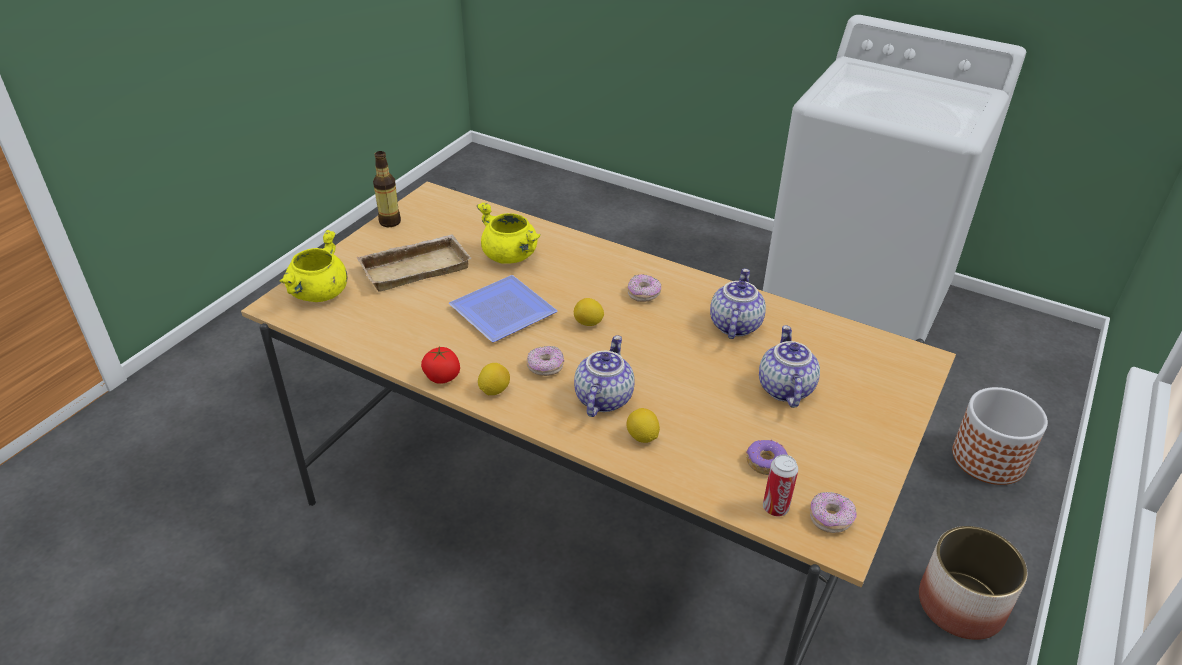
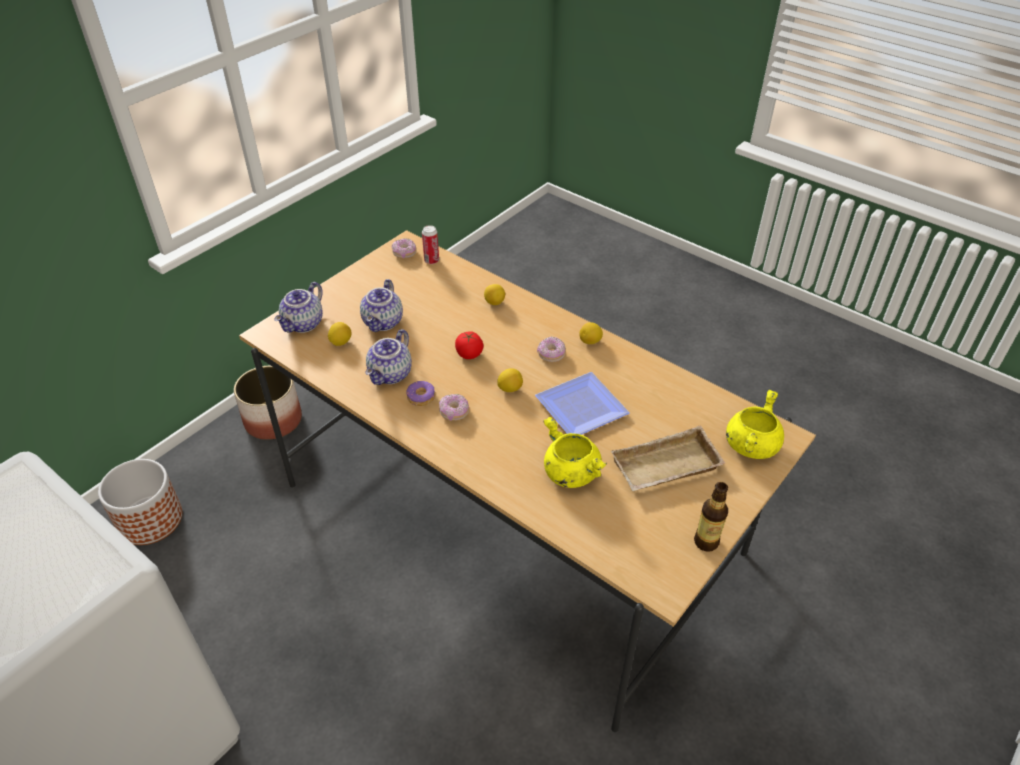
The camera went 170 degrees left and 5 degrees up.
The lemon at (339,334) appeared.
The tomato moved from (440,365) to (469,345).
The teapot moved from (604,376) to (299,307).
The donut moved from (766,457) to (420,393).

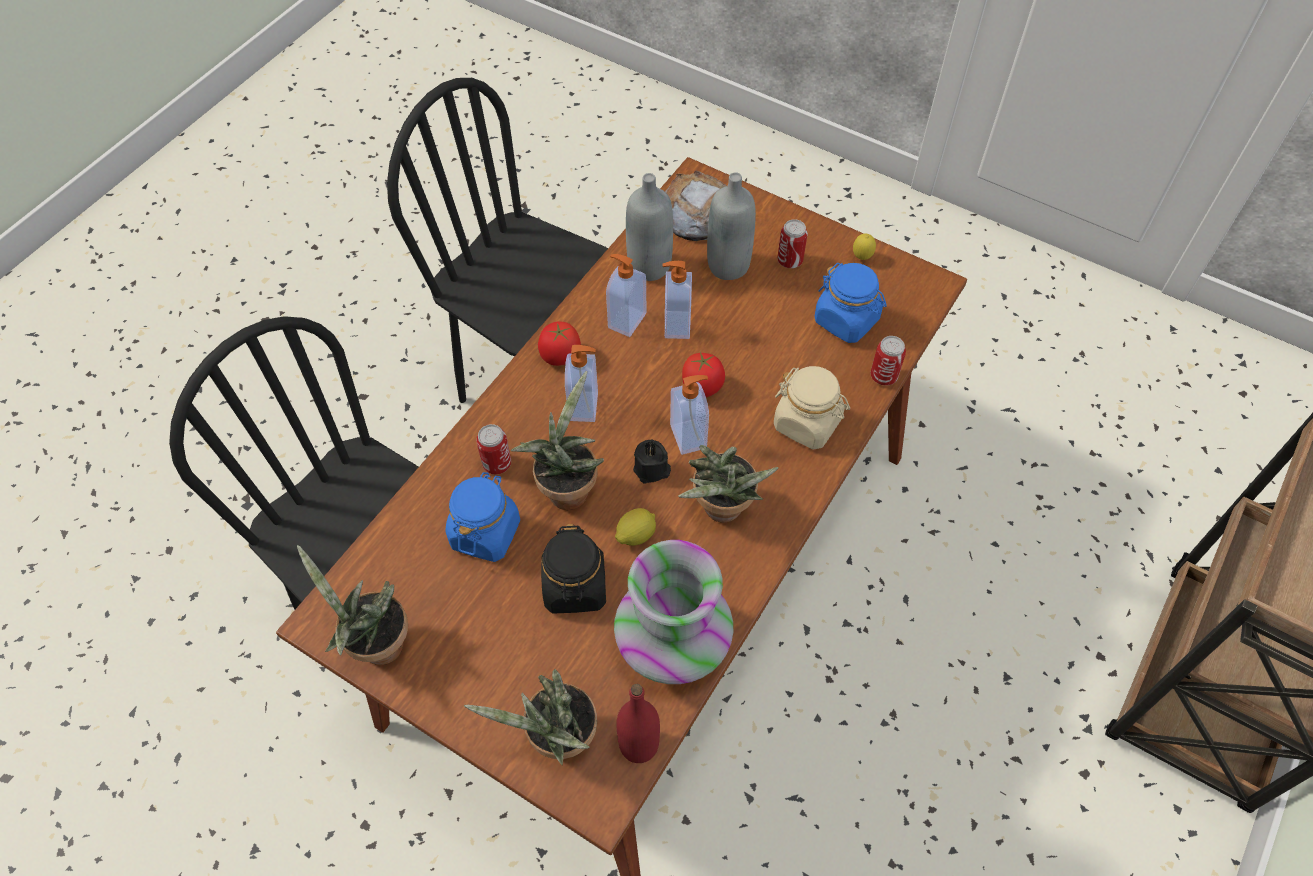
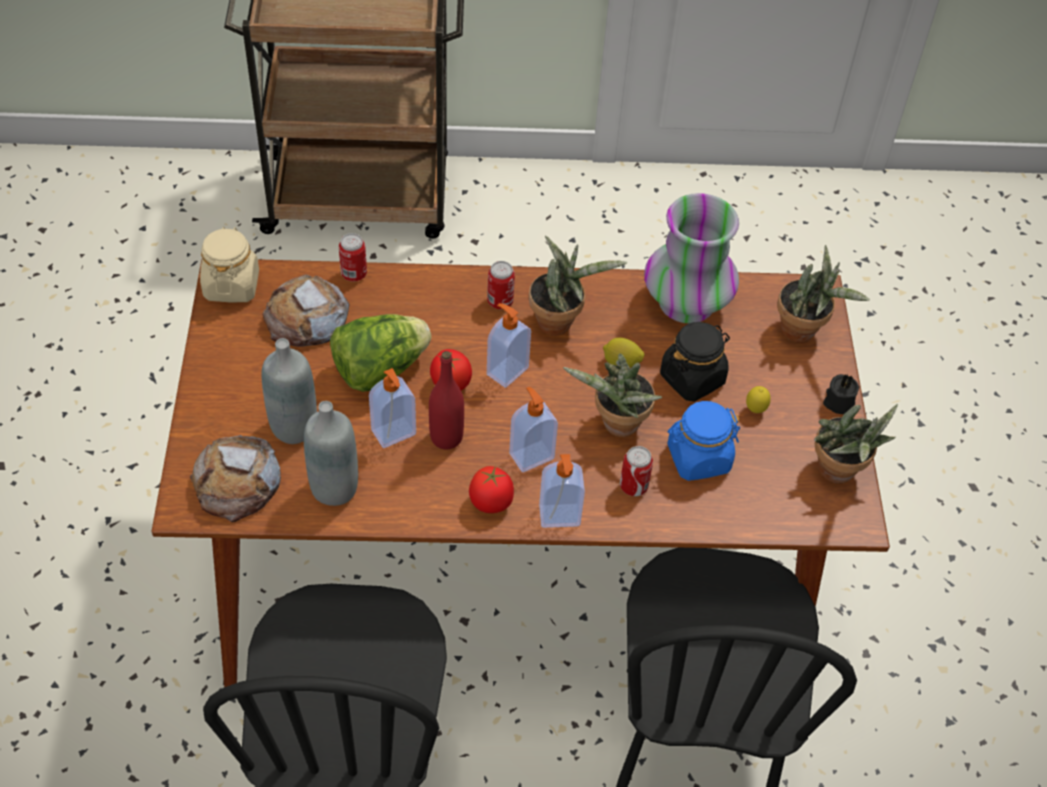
The camera went 125 degrees left and 5 degrees down.
The lettuce at (380,353) appeared.
The soap dispenser moved from (626,295) to (562,491).
The red bottle moved from (638,723) to (446,400).
The black candle moved from (652,461) to (841,394).
The beige jar moved from (812,408) to (229,264).
The can moved from (792,243) to (501,285).
The lemon moved from (864,247) to (758,399).
The blue jar at (851,303) was replaced by the bread at (306,310).

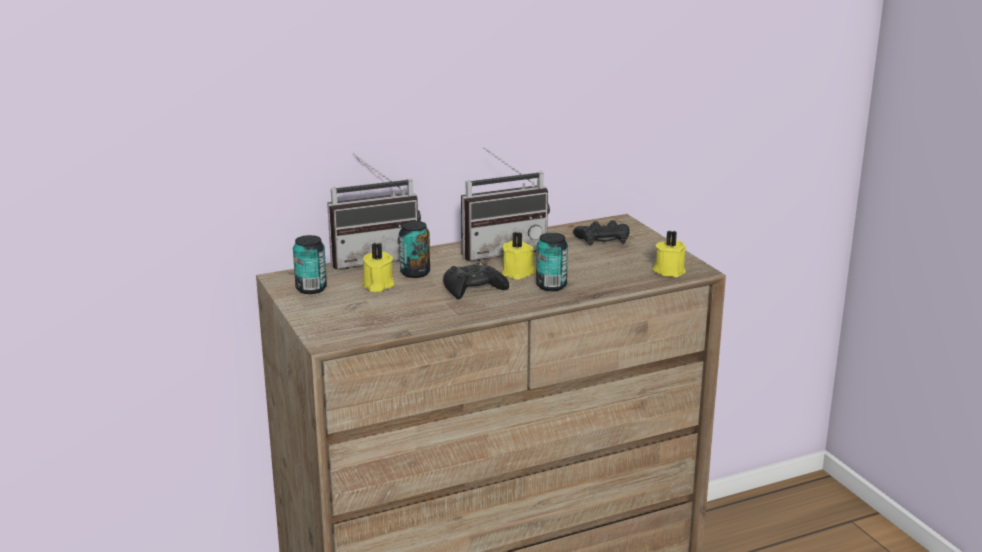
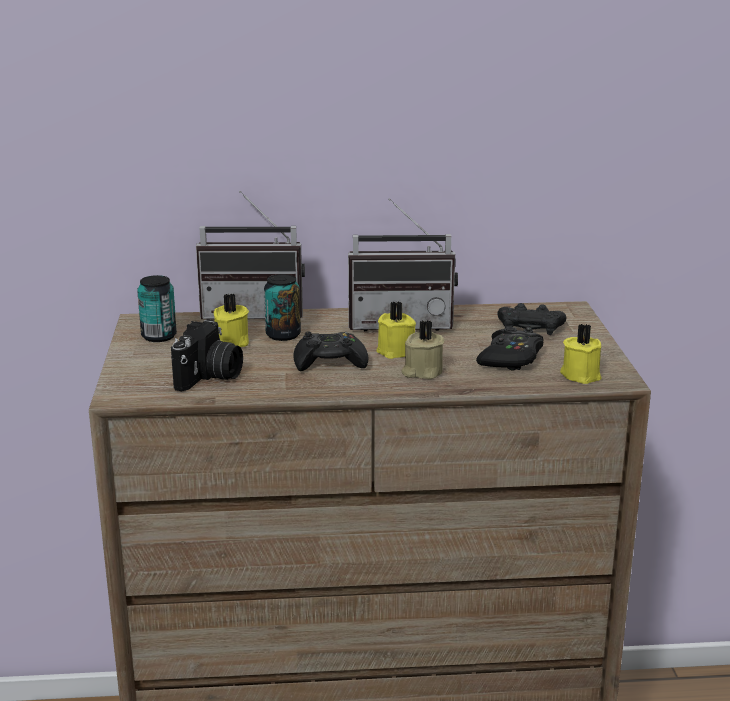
The camera went 20 degrees right and 0 degrees up.
The photo camera at (207,355) appeared.
The black game controller at (510,348) appeared.
The can at (552,262) was replaced by the beige candle at (422,349).

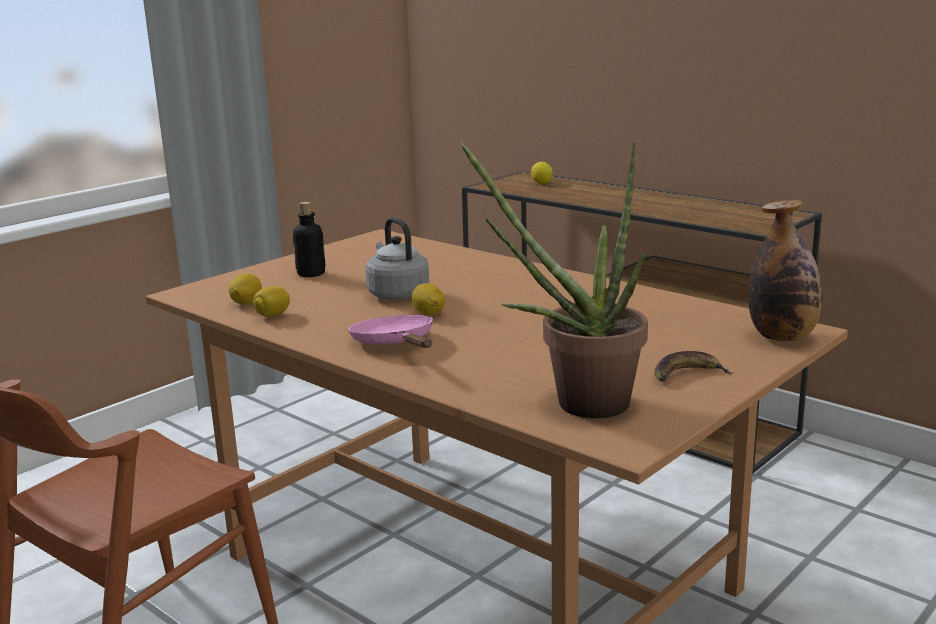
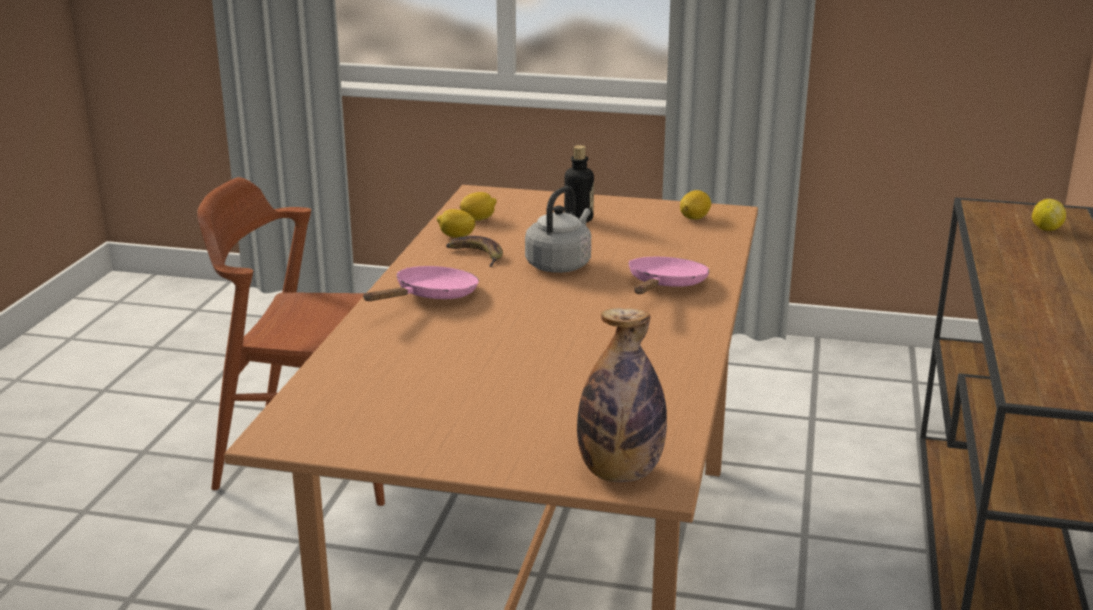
The camera went 60 degrees right and 5 degrees up.
The potted plant at (554,280) disappeared.
The pink frying pan at (669,275) appeared.
The lemon moved from (428,299) to (695,205).
The banana moved from (693,366) to (474,251).

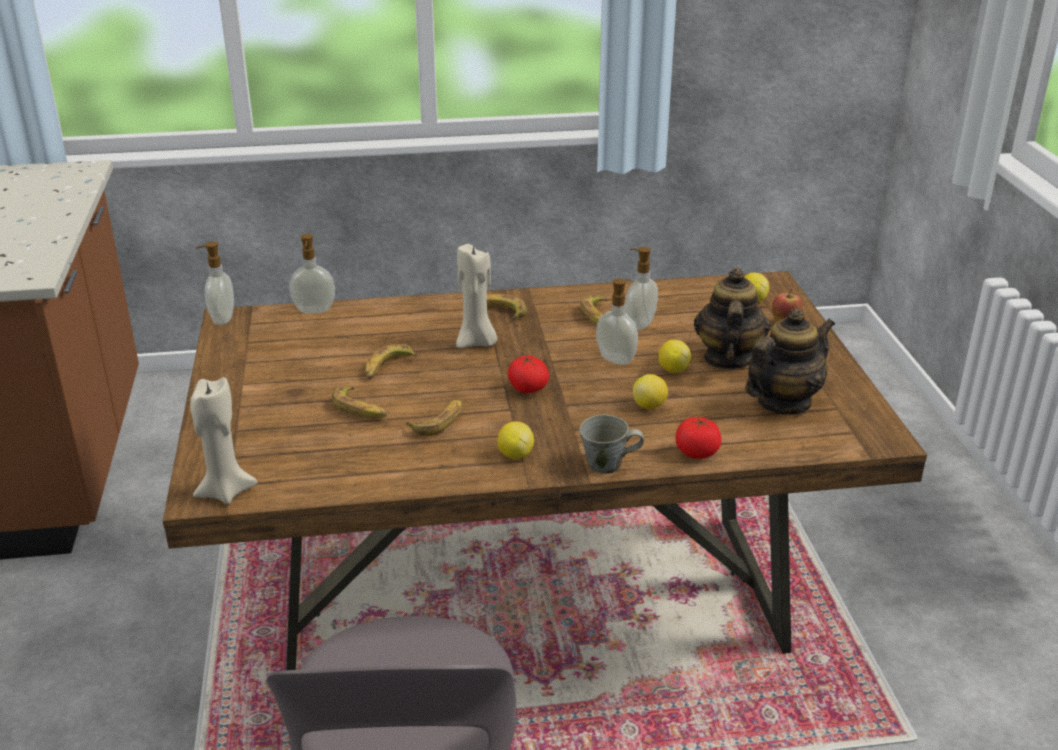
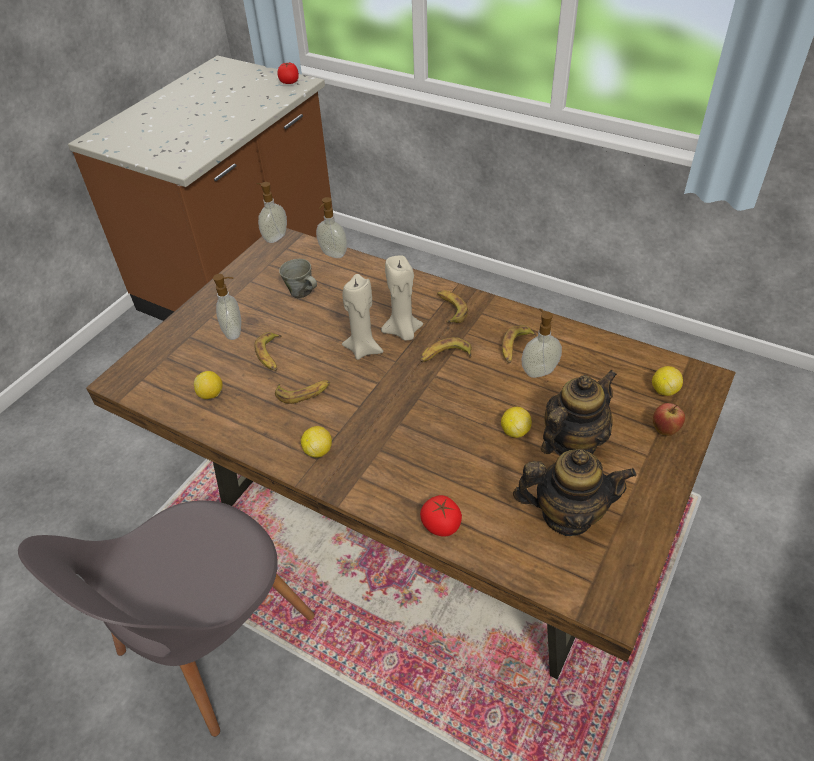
The camera went 40 degrees right and 15 degrees up.
The beige candle moved from (223,440) to (362,317).
The banana moved from (391,361) to (446,349).
The tomato moved from (528,374) to (288,73).
The grey mug moved from (611,444) to (298,279).
The soap dispenser moved from (617,321) to (227,307).
The lemon moved from (650,391) to (208,385).

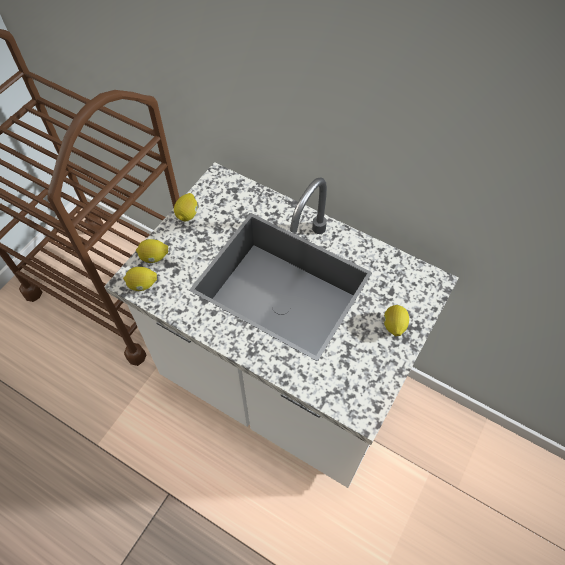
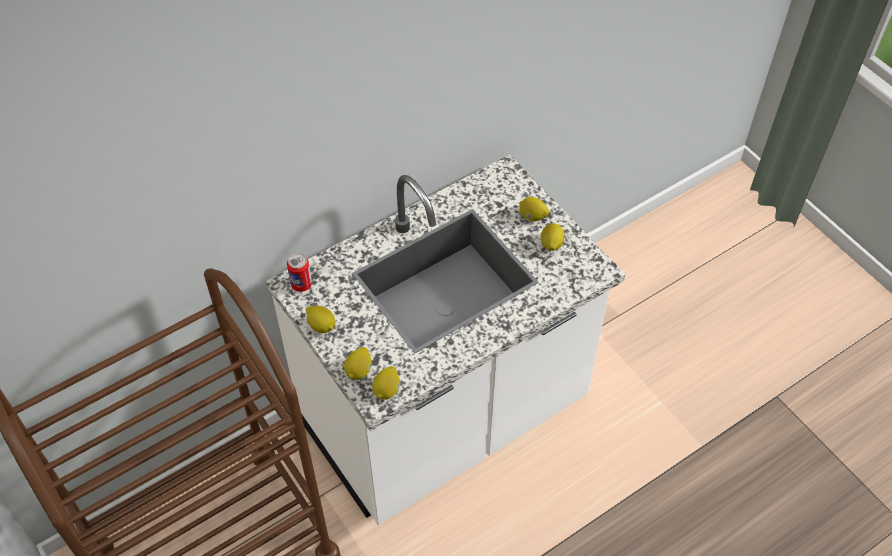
The camera went 65 degrees left and 5 degrees down.
The can at (299,272) appeared.
The lemon at (552,237) appeared.

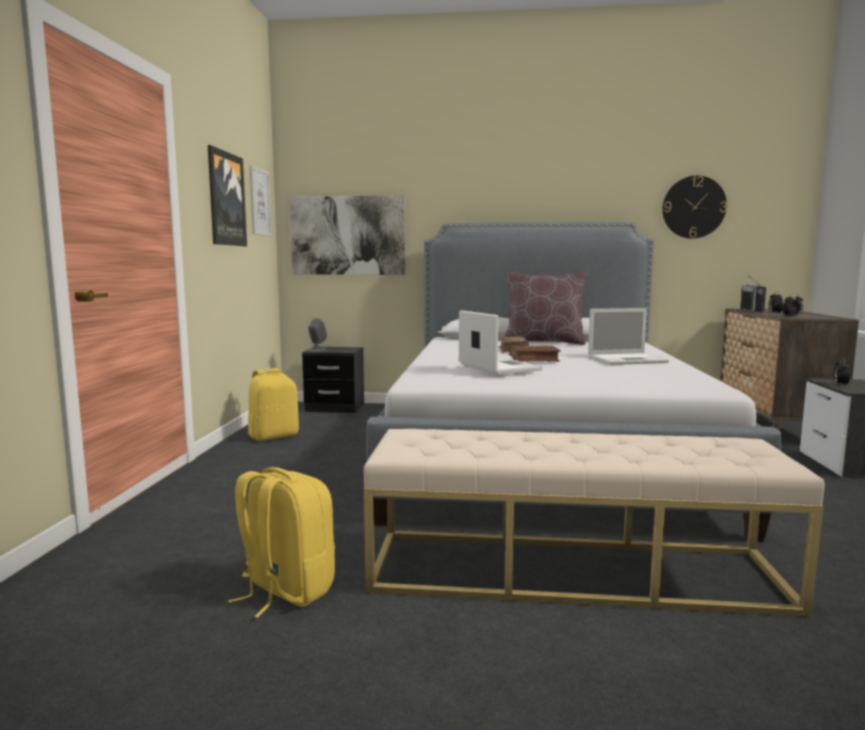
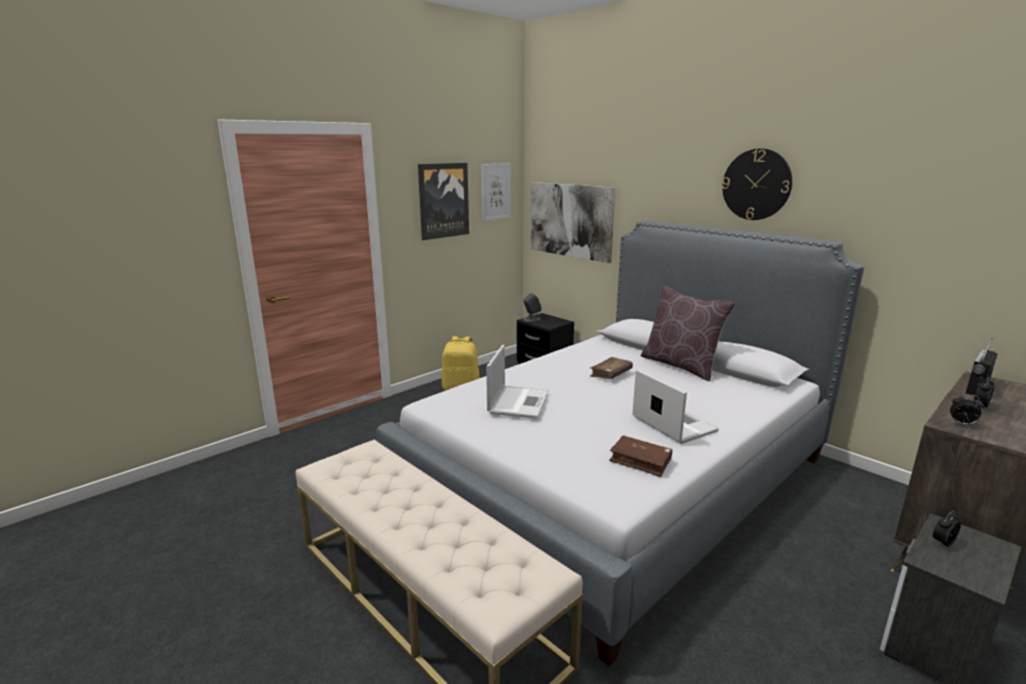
The camera went 40 degrees right and 10 degrees up.
The yellow backpack at (281,542) disappeared.
The brown book moved from (535,353) to (641,456).
The wall clock moved from (694,207) to (757,184).
The laptop at (628,336) turned 150 degrees counterclockwise.

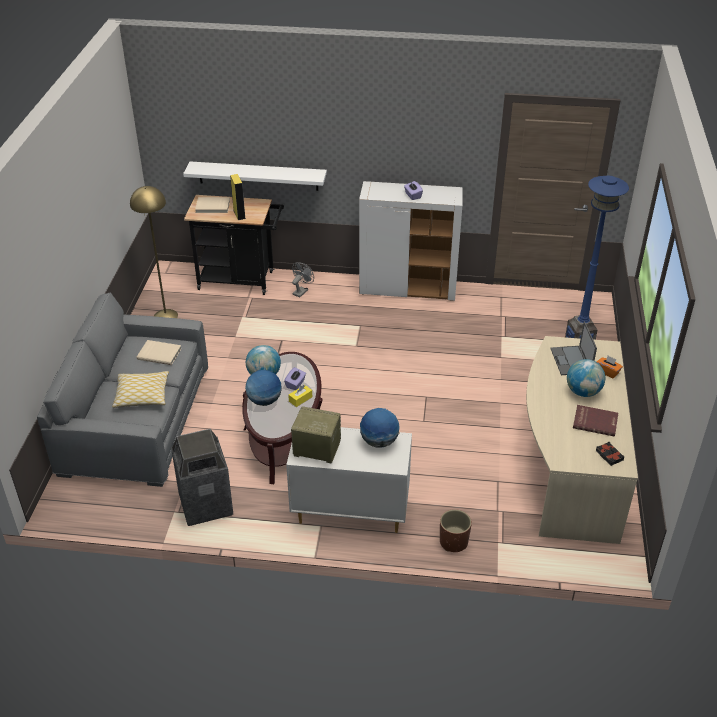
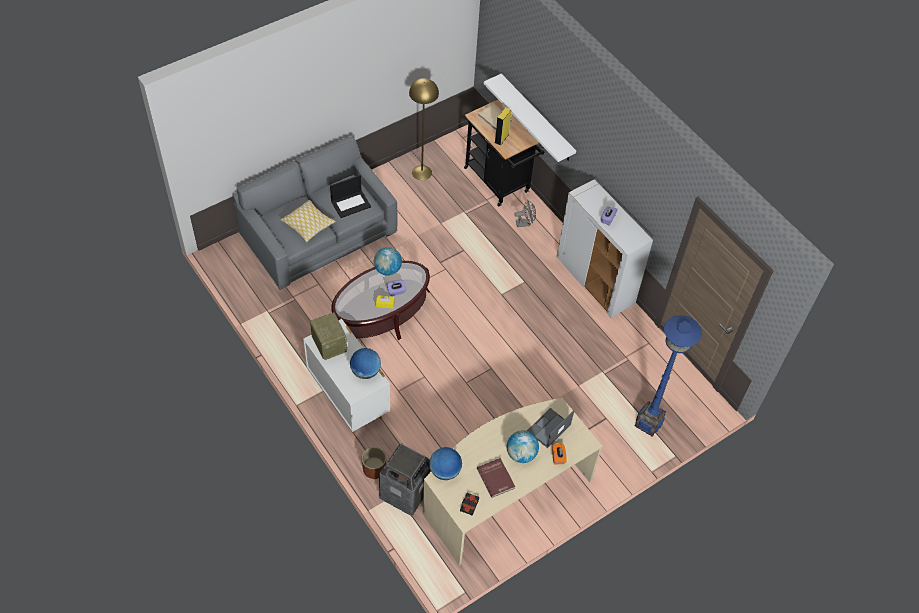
The camera went 45 degrees right and 15 degrees up.
The trash can moved from (202,477) to (405,479).
The globe moved from (263,388) to (445,463).
The beige book at (159,352) was replaced by the laptop at (350,196).

